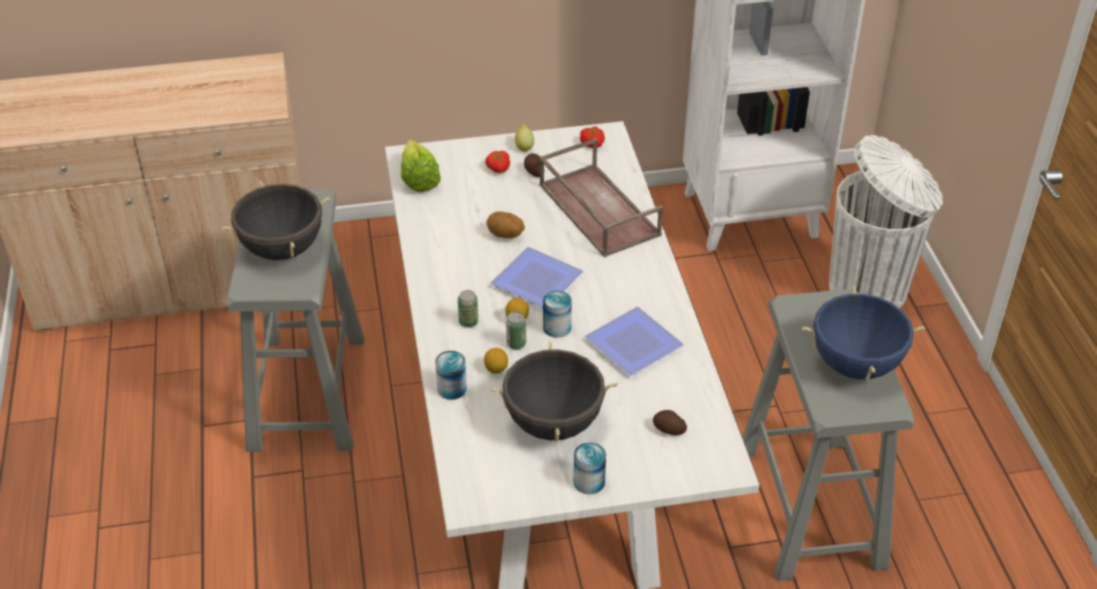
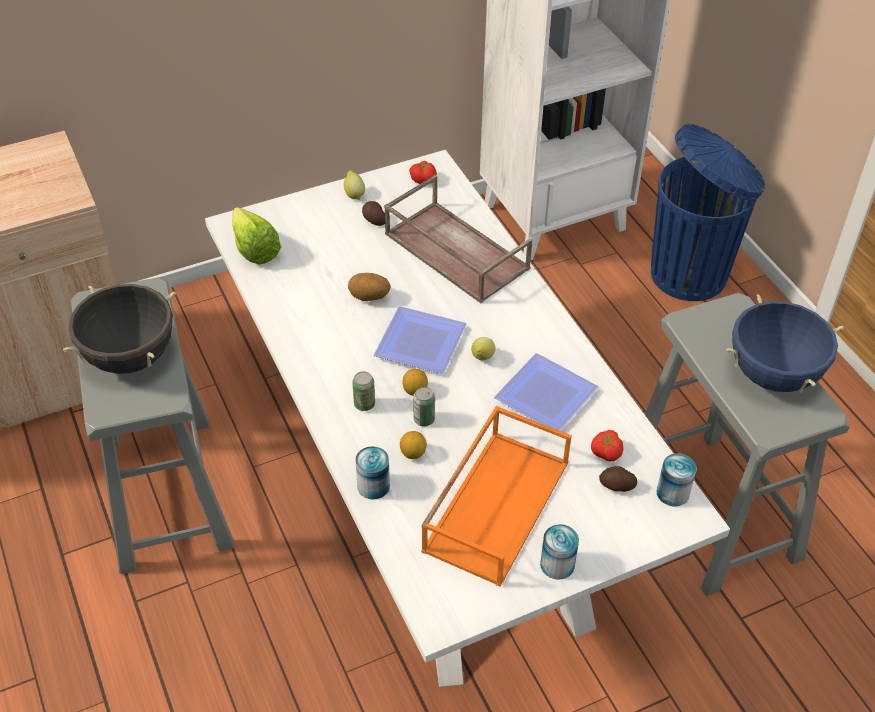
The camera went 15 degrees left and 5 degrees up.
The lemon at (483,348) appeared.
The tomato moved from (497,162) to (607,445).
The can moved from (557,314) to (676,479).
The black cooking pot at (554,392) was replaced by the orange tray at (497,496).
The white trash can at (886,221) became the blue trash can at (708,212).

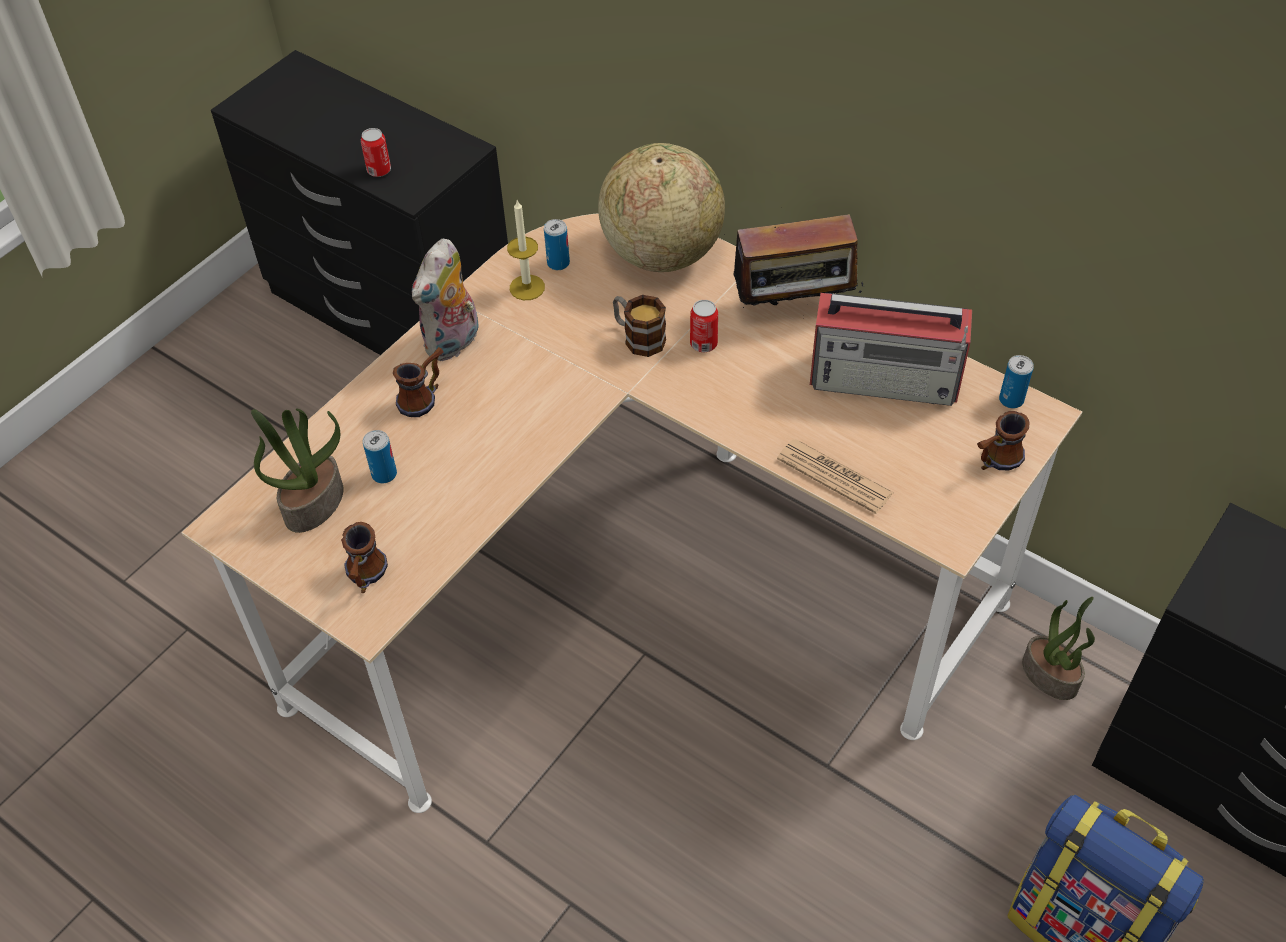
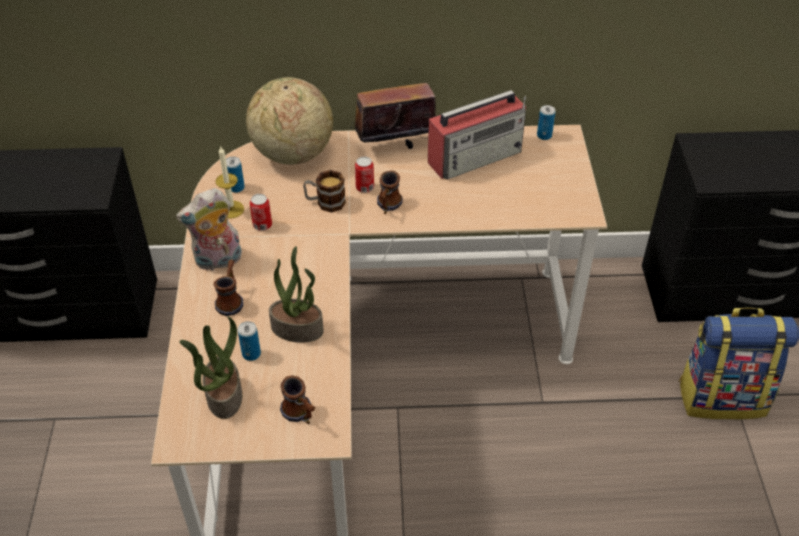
The camera went 40 degrees left and 5 degrees down.
The newspaper at (835,476) disappeared.
The can moved from (376,152) to (261,212).
The mug moved from (1003,440) to (390,192).
The potted plant moved from (1058,648) to (296,294).
The plush toy at (445,300) turned 75 degrees clockwise.
The radio at (798,266) turned 150 degrees counterclockwise.

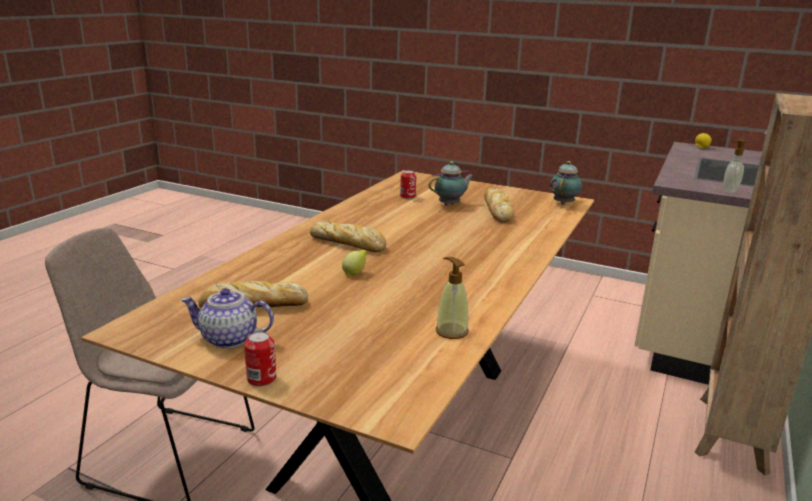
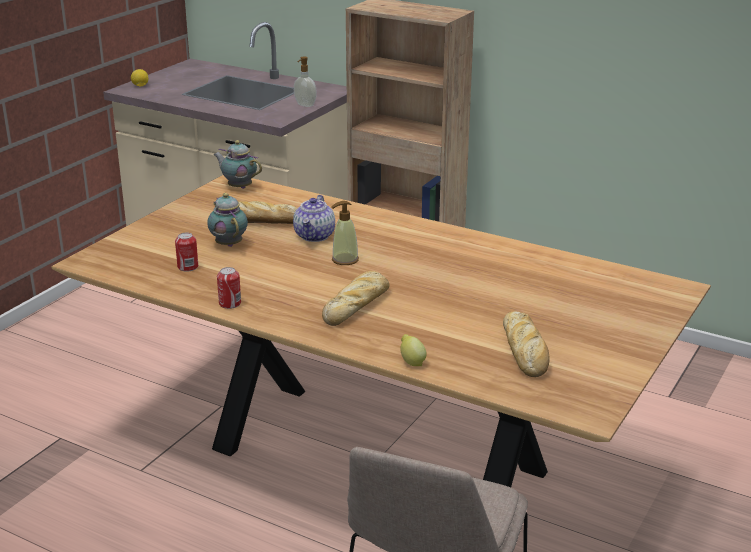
The camera went 85 degrees left and 5 degrees up.
The teapot moved from (227,318) to (314,218).
The can moved from (260,359) to (229,288).
The lemon moved from (354,263) to (413,350).
The soap dispenser moved from (452,298) to (345,233).

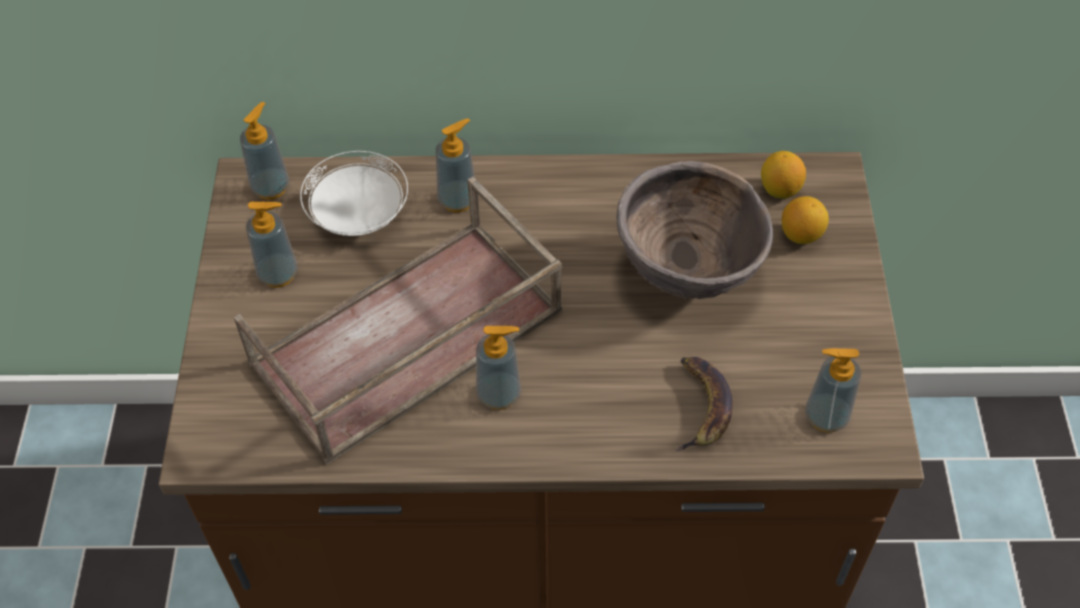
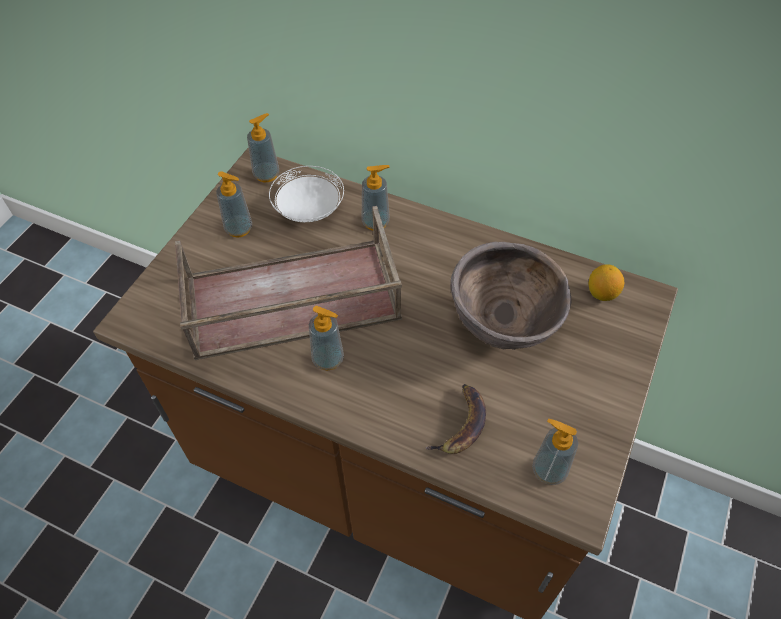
The camera went 25 degrees right and 0 degrees up.
The lemon at (805,220) disappeared.

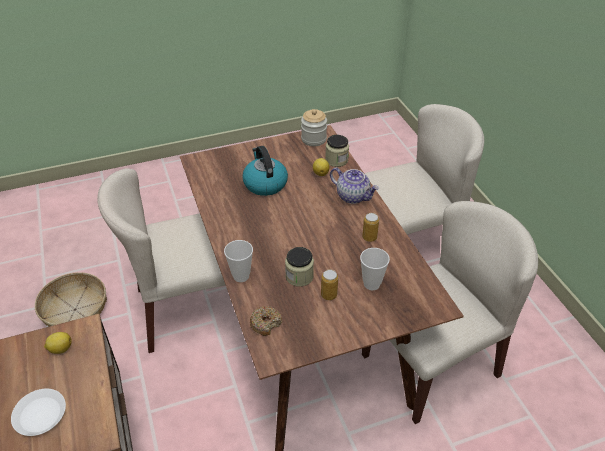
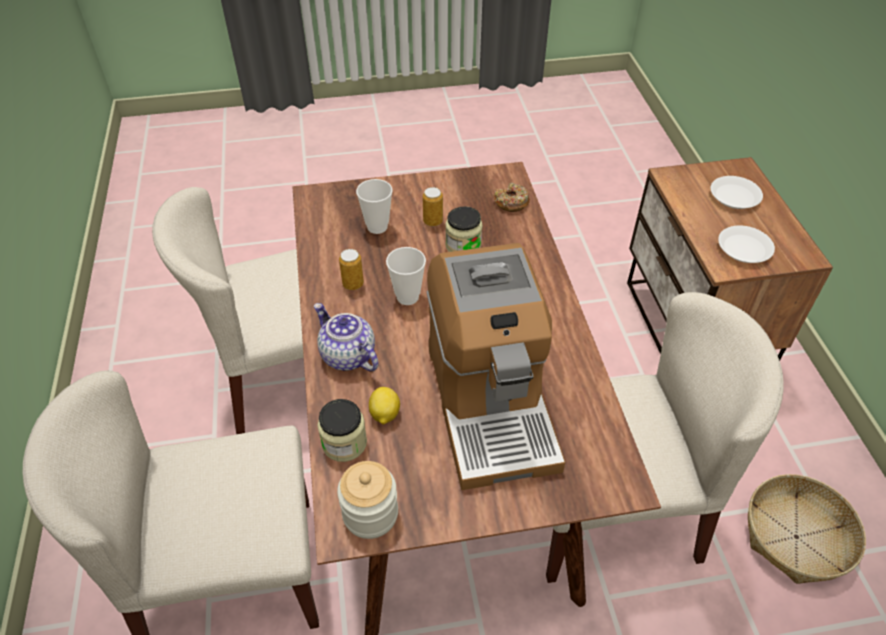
The camera went 170 degrees left and 5 degrees up.
The cup moved from (238,261) to (406,276).
The lemon at (58,343) was replaced by the white plate at (746,244).
The kettle at (265,171) was replaced by the coffee machine at (496,366).

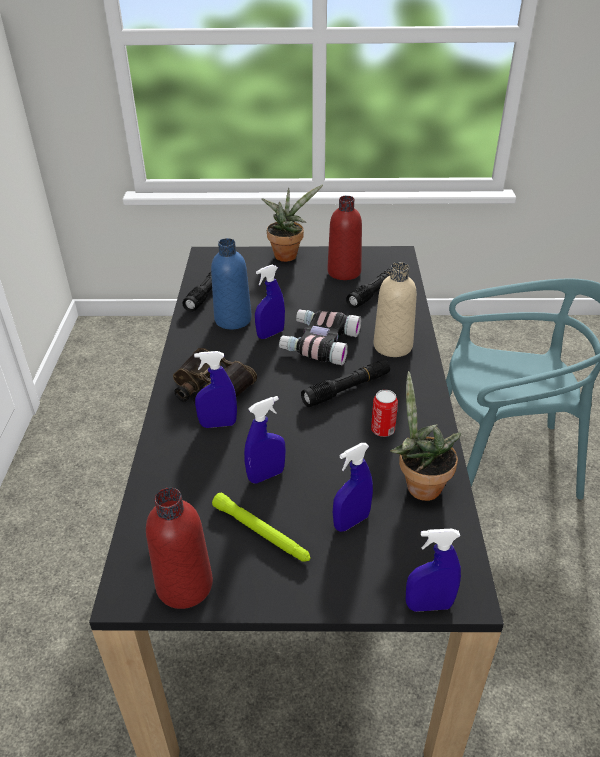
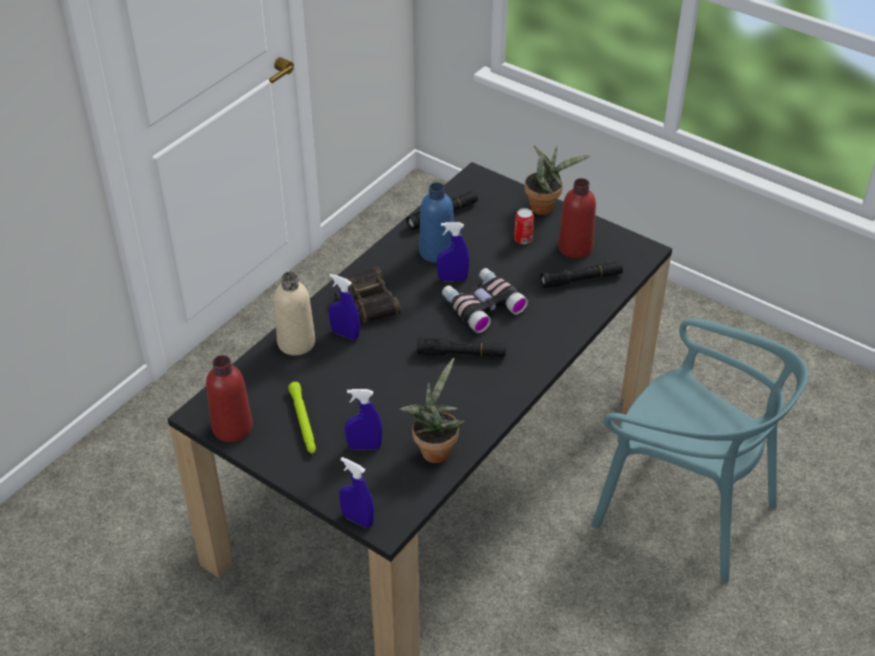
The camera went 35 degrees right and 5 degrees up.
The blue spray bottle at (265,439) disappeared.
The can moved from (384,413) to (524,226).
The beige bottle moved from (395,309) to (294,313).

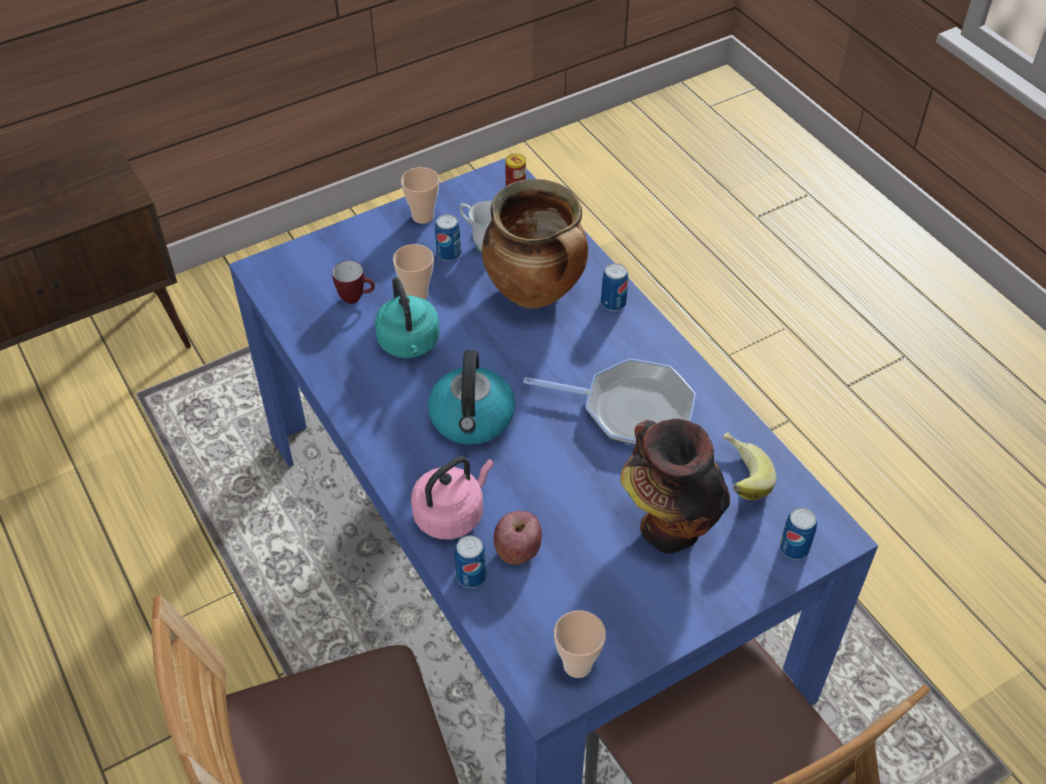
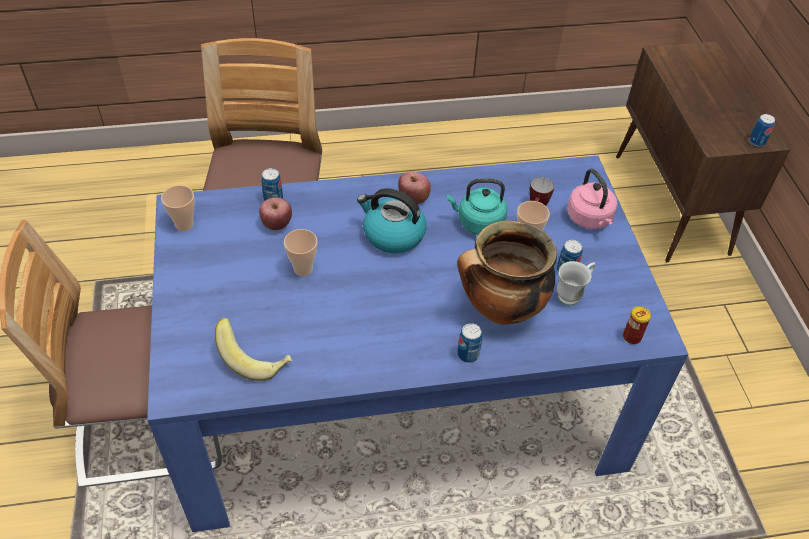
The camera went 110 degrees right and 0 degrees up.
The frying pan at (609,401) disappeared.
The vase at (675,486) disappeared.
The apple at (414,188) appeared.
The cup moved from (420,195) to (301,252).
The pink kettle moved from (452,497) to (592,199).
The can moved from (798,534) to (762,130).

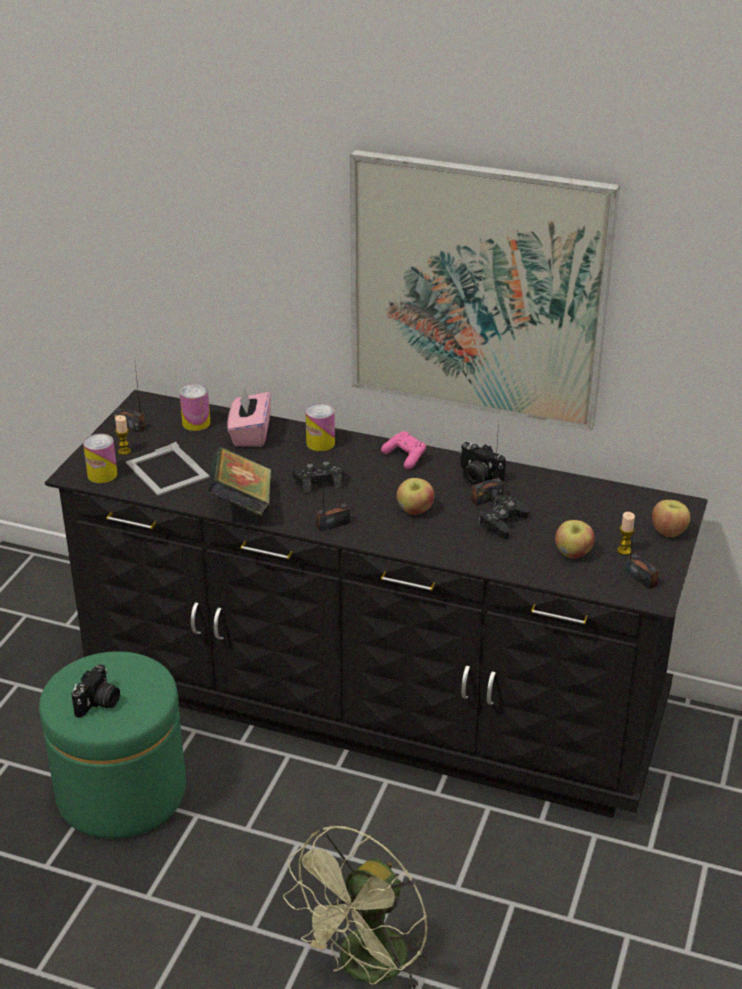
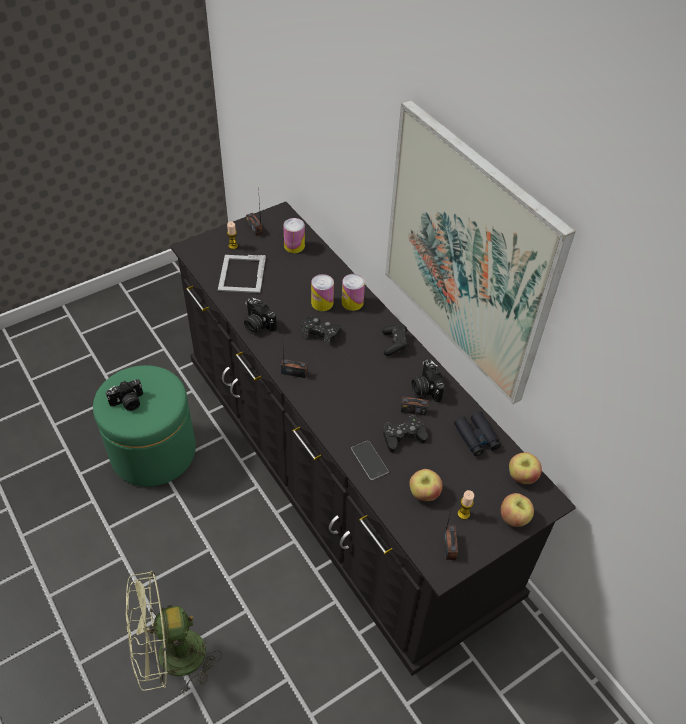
The camera went 35 degrees right and 15 degrees up.
The pink tissue box at (249,417) disappeared.
The phone at (370,460) appeared.
The black binoculars at (477,433) appeared.
The can moved from (100,458) to (322,292).
The apple moved from (415,496) to (525,468).
The book at (239,481) was replaced by the photo camera at (260,315).
The pink game controller at (403,450) became the black game controller at (395,340).

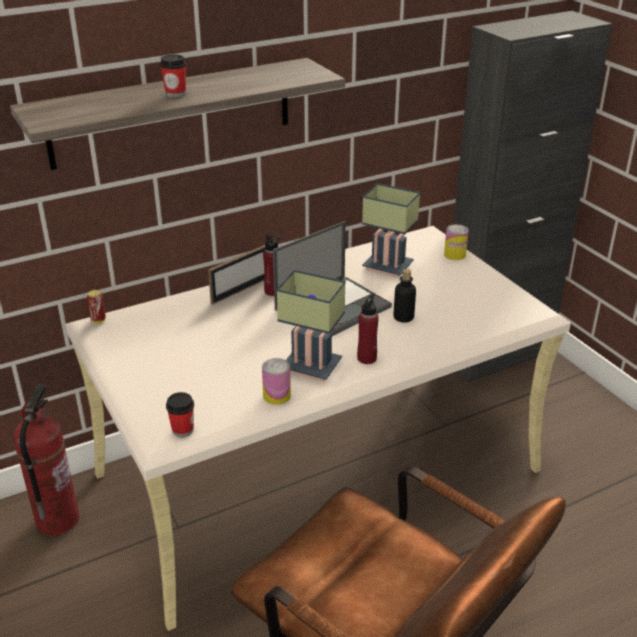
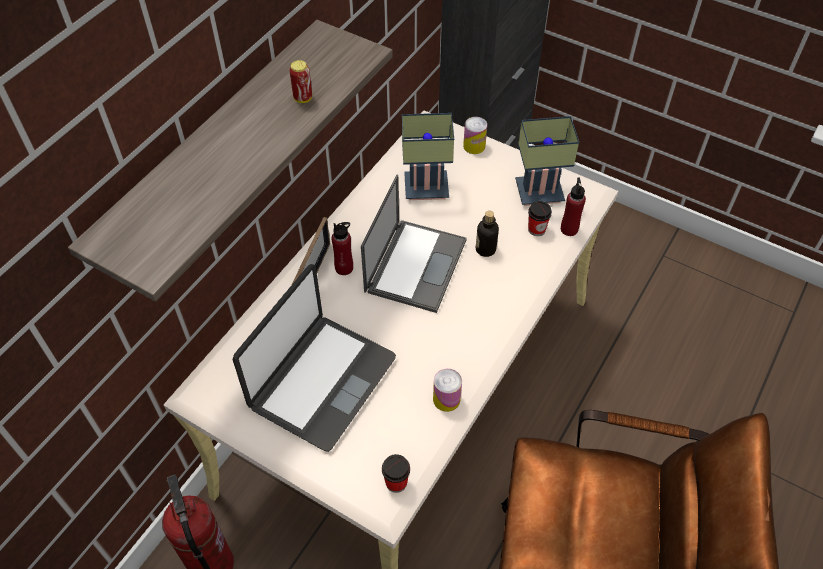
The camera went 30 degrees left and 20 degrees up.
The laptop at (314,358) appeared.
The can moved from (96,306) to (300,81).
The cup moved from (173,76) to (540,218).
The table lamp moved from (311,326) to (547,161).
The red bottle moved from (368,328) to (573,207).

